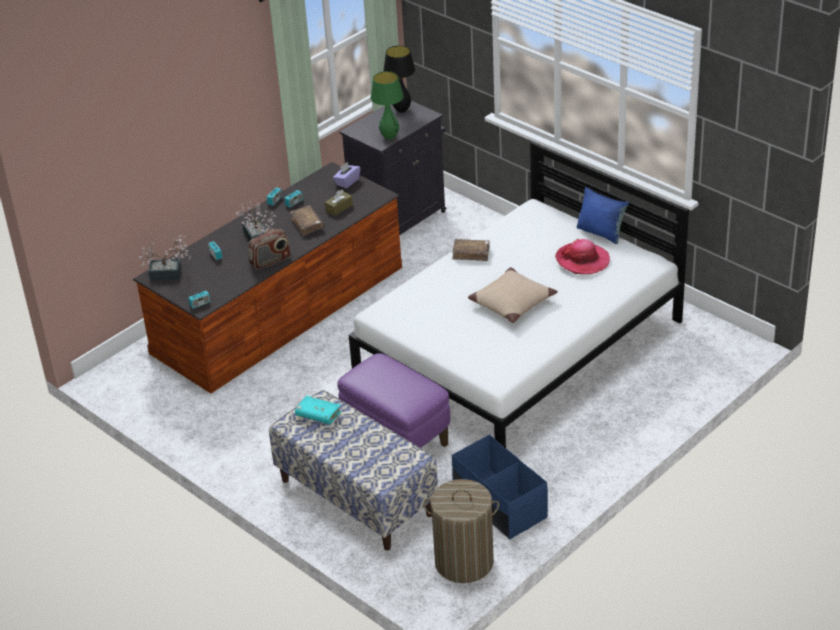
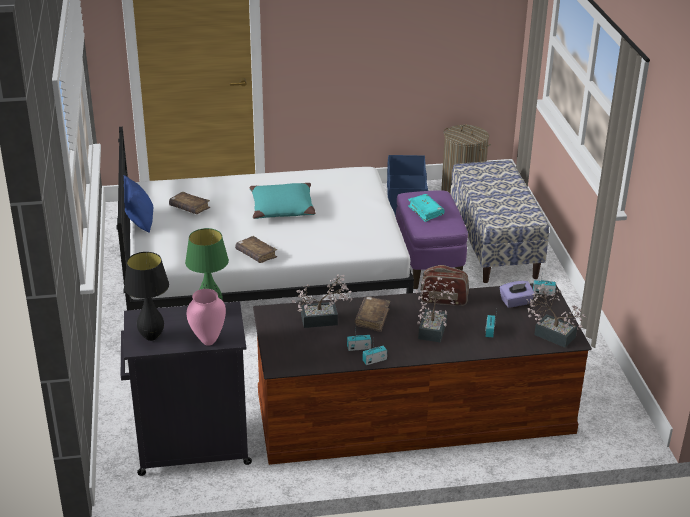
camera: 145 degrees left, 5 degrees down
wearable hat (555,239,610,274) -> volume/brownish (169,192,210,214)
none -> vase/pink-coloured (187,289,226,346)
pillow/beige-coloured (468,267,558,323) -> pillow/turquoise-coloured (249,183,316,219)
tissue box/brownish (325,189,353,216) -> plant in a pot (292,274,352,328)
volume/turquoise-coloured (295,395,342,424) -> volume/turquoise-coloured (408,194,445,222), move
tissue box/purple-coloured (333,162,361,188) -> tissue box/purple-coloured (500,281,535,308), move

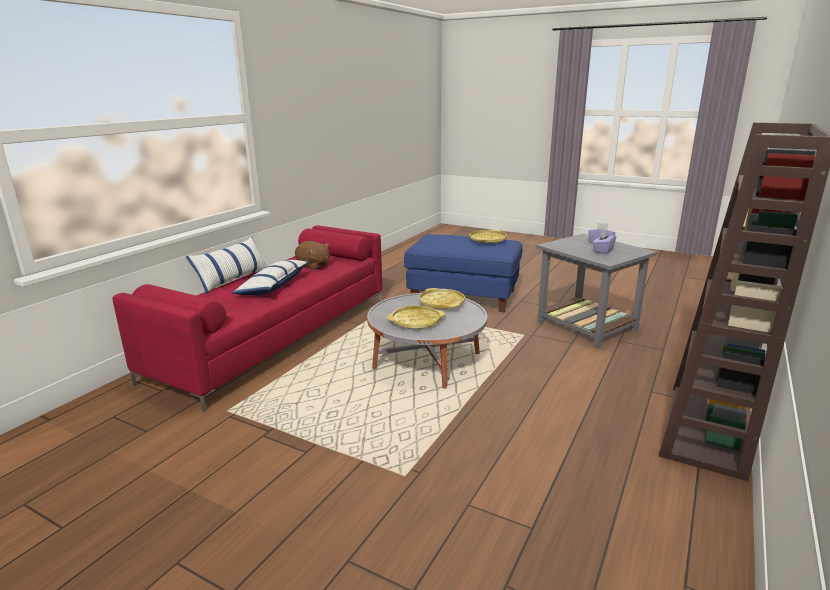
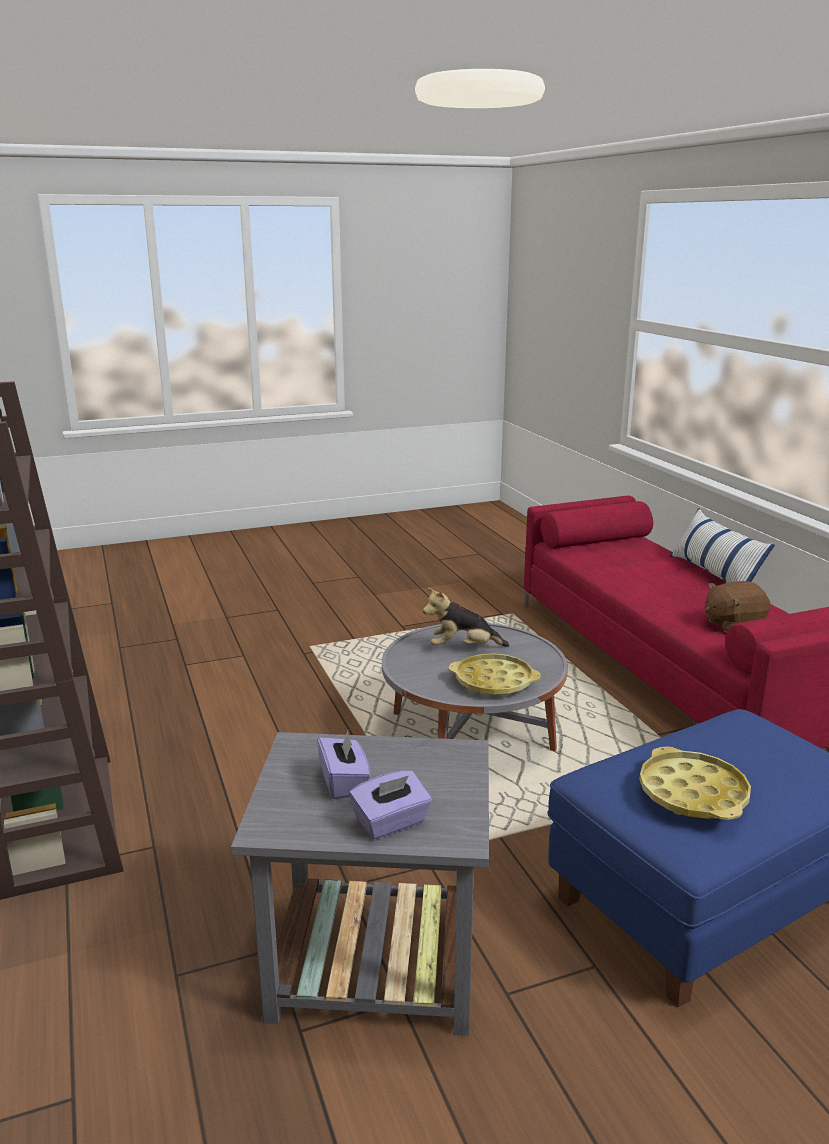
camera: 130 degrees right, 0 degrees up
carrying tray/yellowish (387,306,445,329) -> soft toy (423,588,510,647)
pillow (232,260,309,295) -> none

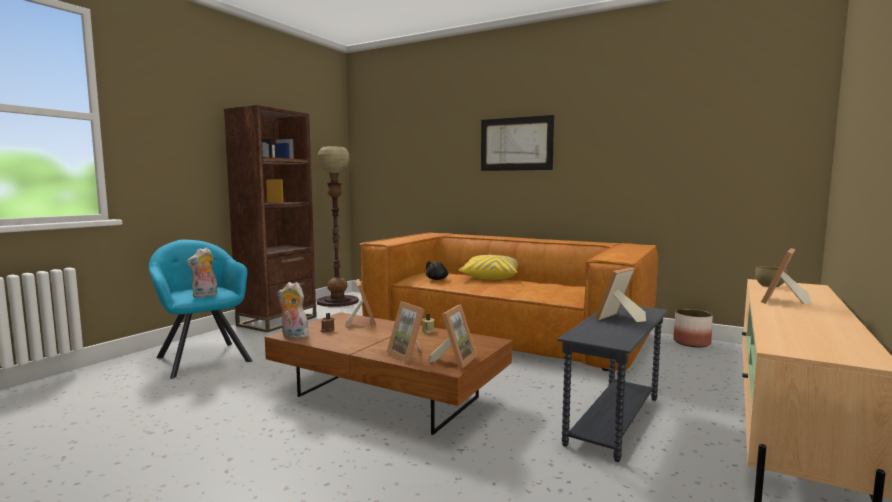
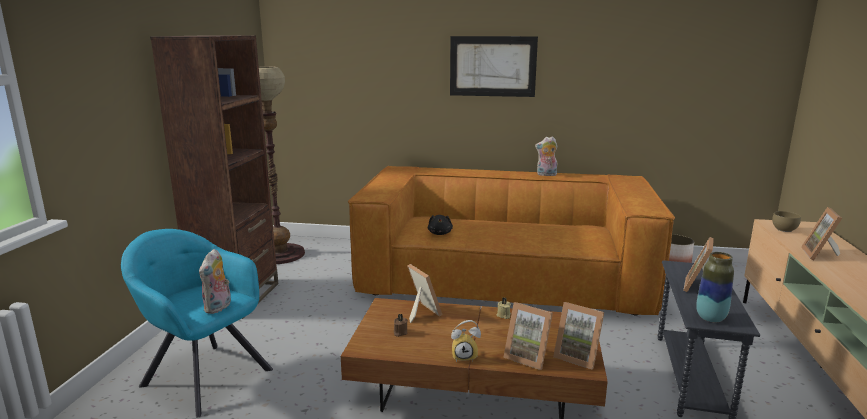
camera: 20 degrees left, 10 degrees up
none -> table clock (451,320,481,362)
soft toy (278,282,309,339) -> soft toy (535,136,558,176), move
photo frame (428,304,477,369) -> photo frame (553,302,604,370), 120 degrees clockwise
none -> vase (696,252,734,322)
pillow/yellowish (458,255,518,280) -> none

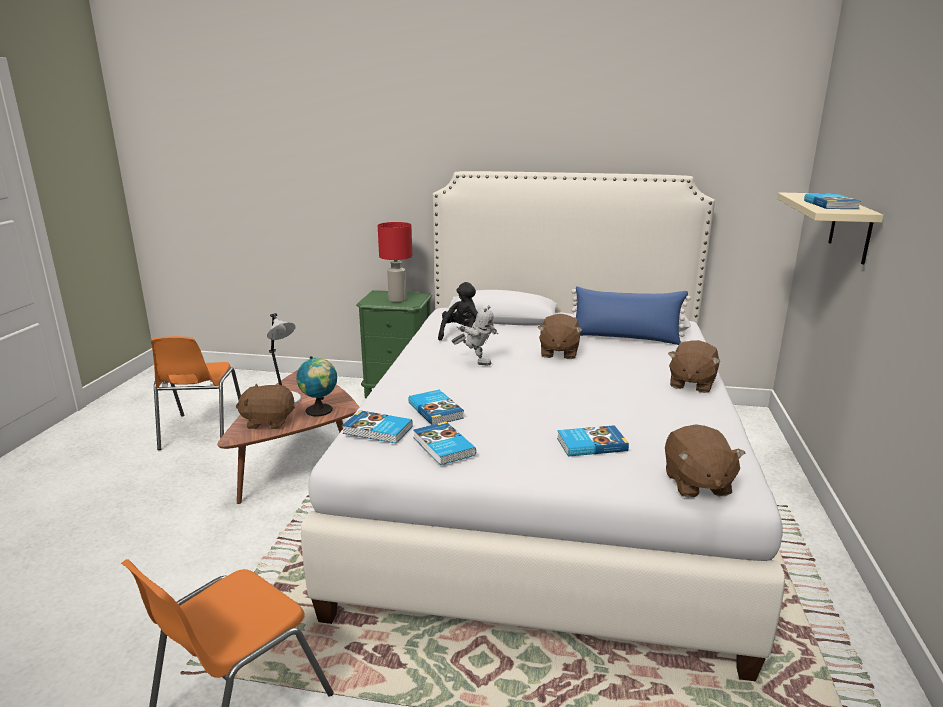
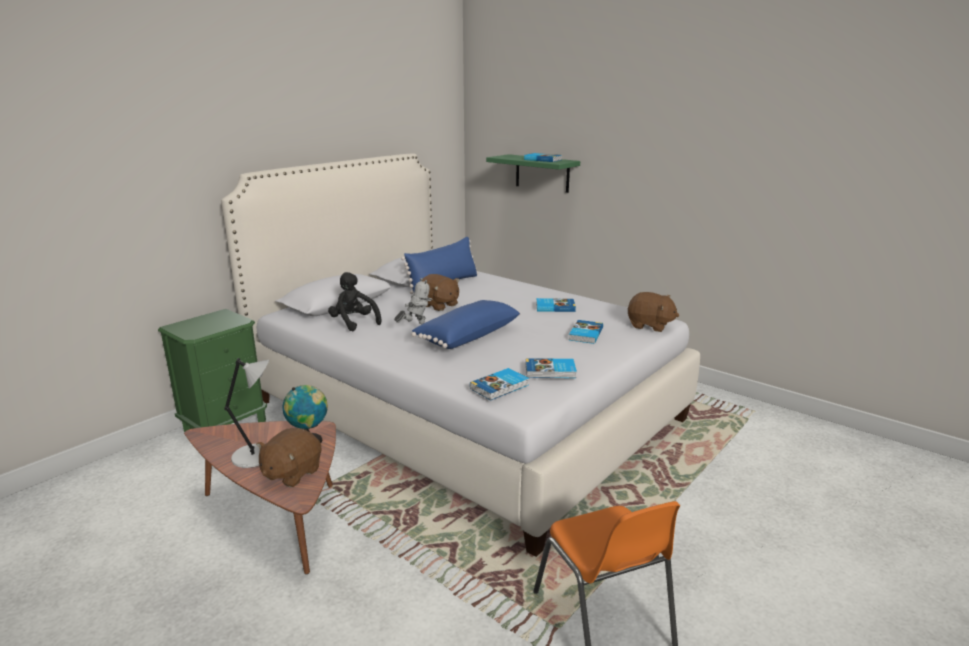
camera: 60 degrees left, 0 degrees up
none -> pillow/blue-coloured (411,300,521,349)
bracket shelf/beige-coloured (777,192,884,265) -> bracket shelf/greenish (486,154,580,193)
volume (408,390,464,425) -> volume (536,298,576,312), move
plain chair/orange (151,336,241,450) -> none
lamp for a table/red (378,222,412,303) -> none
soft toy/brownish (668,340,720,393) -> none

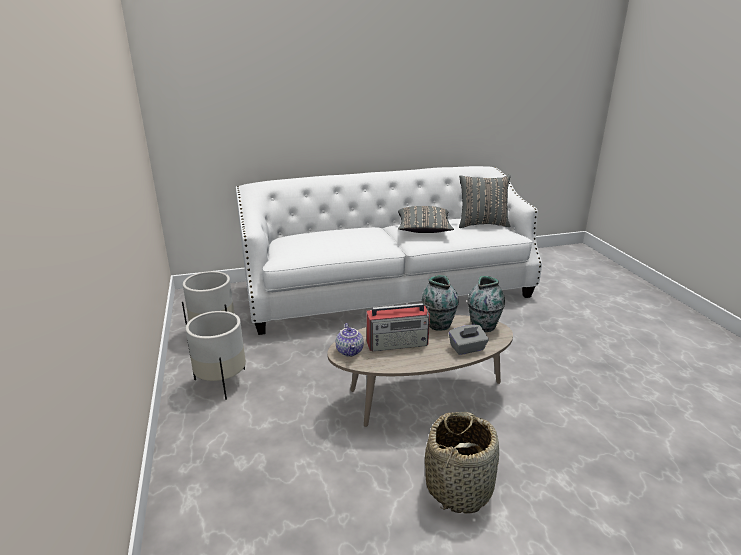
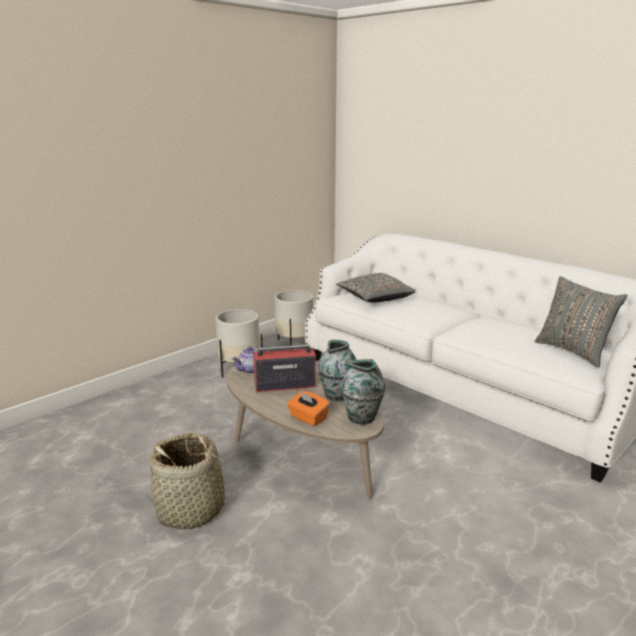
camera: 60 degrees right, 5 degrees down
radio receiver (366,303,430,352) -> radio receiver (253,342,316,392), 120 degrees clockwise
tissue box/grey (449,325,489,355) -> tissue box/orange (287,391,330,426)
pillow/grey (398,206,454,233) -> pillow/grey (336,273,415,302), move

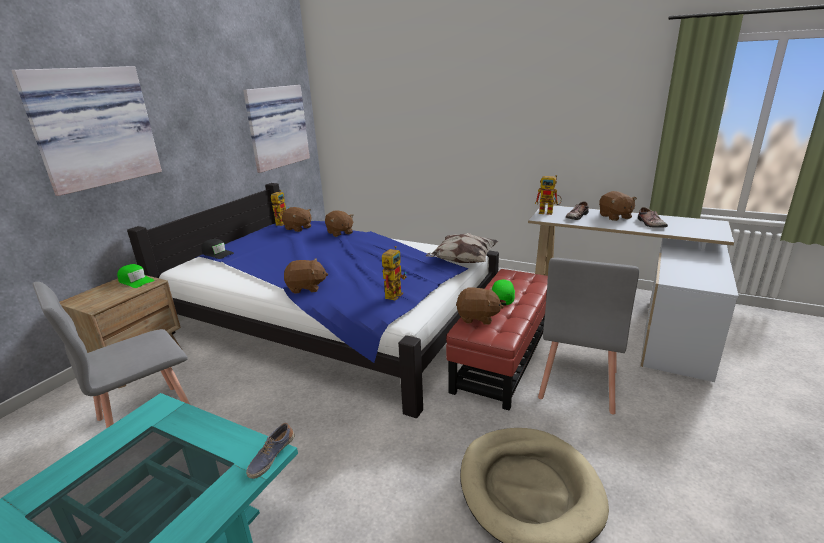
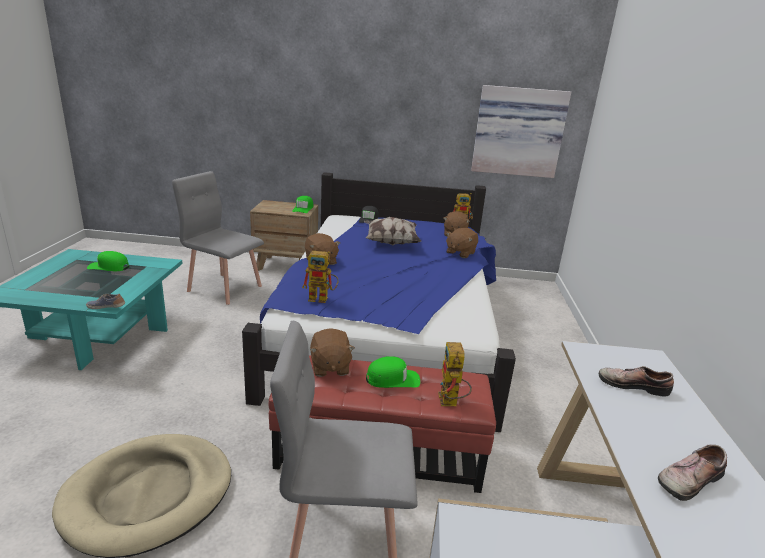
camera: 65 degrees right, 0 degrees up
none -> cap/greenish (87,251,130,271)
pillow (426,233,498,263) -> pillow (364,217,421,245), move
toy robot (535,175,562,215) -> toy robot (438,342,472,406), move
wall art (11,66,162,196) -> none
soft toy/brownish (599,191,637,221) -> none

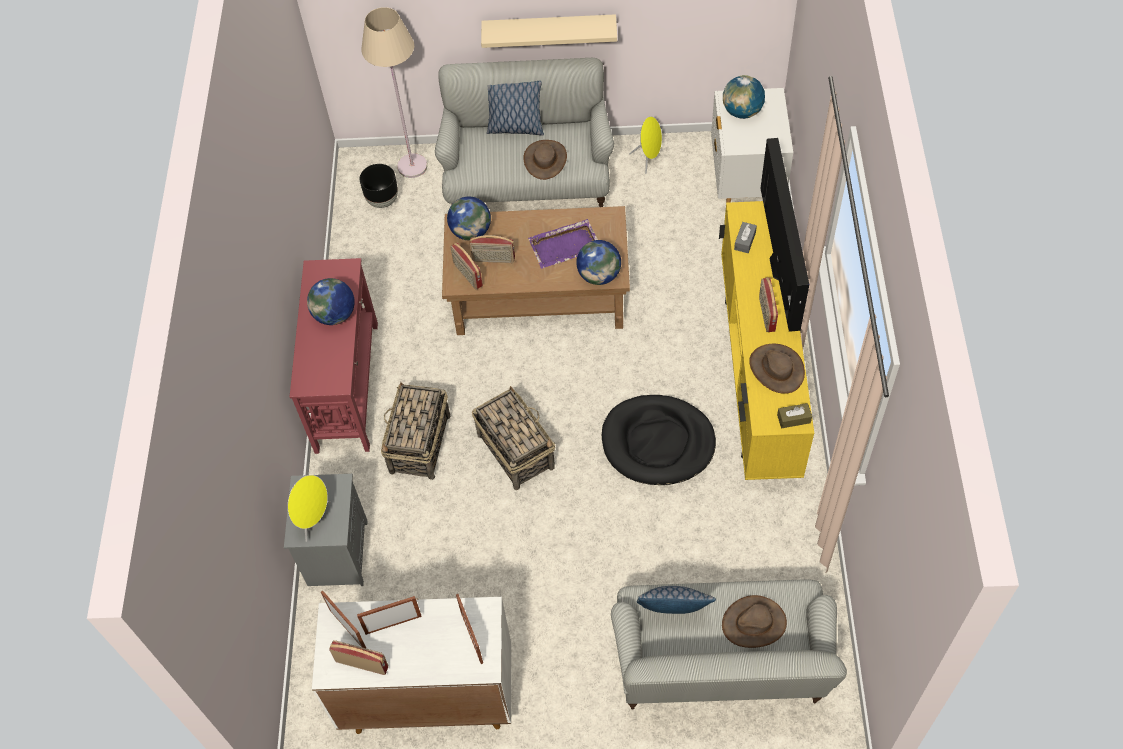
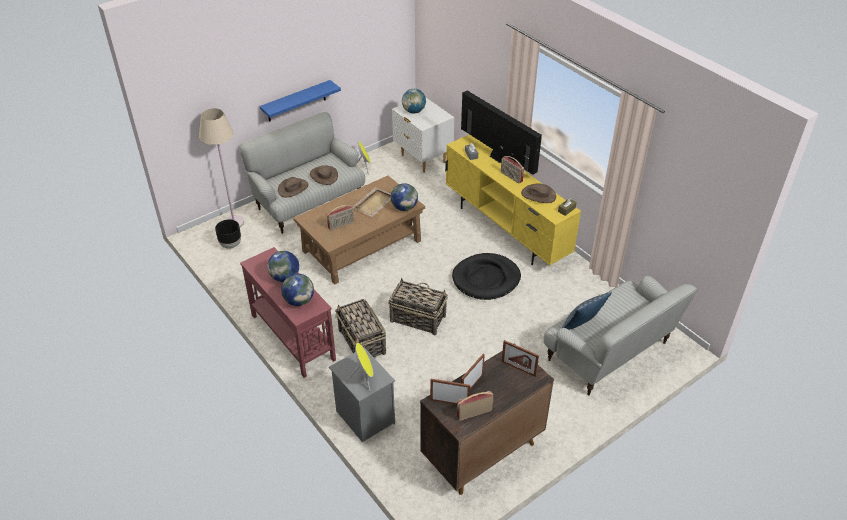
camera: 40 degrees left, 15 degrees down
bracket shelf/beige-coloured (481,14,617,48) -> bracket shelf/blue-coloured (260,80,341,122)
wearable hat/brownish (722,595,787,648) -> wearable hat/brownish (278,177,309,197), move
globe (447,197,491,240) -> globe (281,274,314,306), move
carrying tray/purple-coloured (528,219,598,269) -> carrying tray/beige-coloured (353,187,391,217)
cabinet/whitish (312,597,511,734) -> cabinet/brownish (420,351,554,495)
radio receiver (450,243,483,289) -> none
pillow (487,81,544,136) -> none

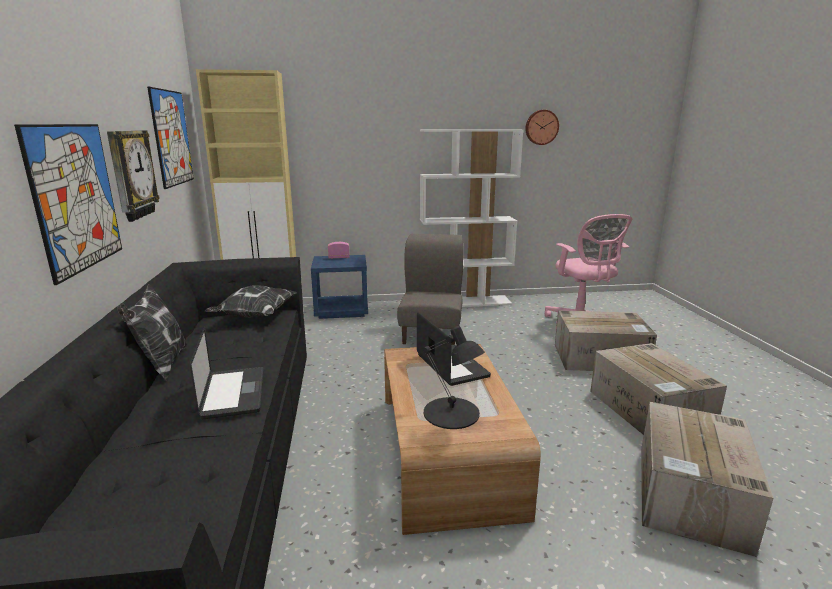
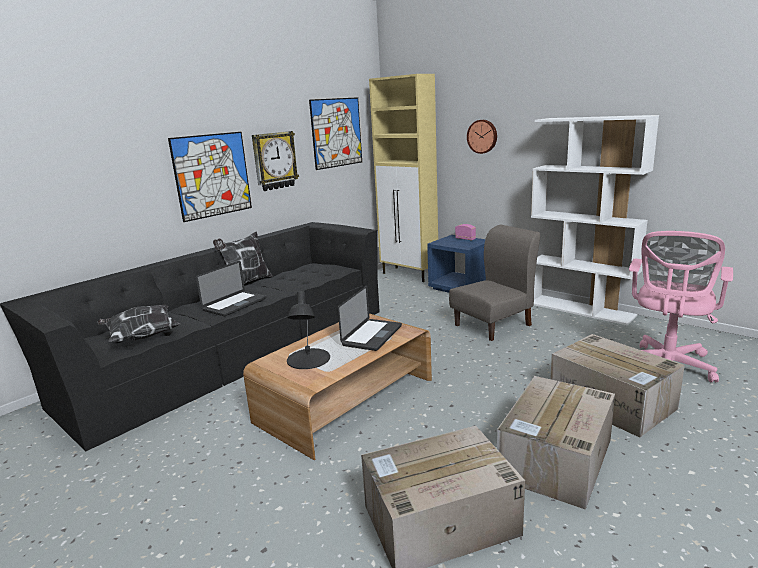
camera: 50 degrees right, 0 degrees up
pillow (204,285,297,317) -> pillow (98,305,181,342), move
wall clock (526,110,559,145) -> wall clock (467,120,497,154), move

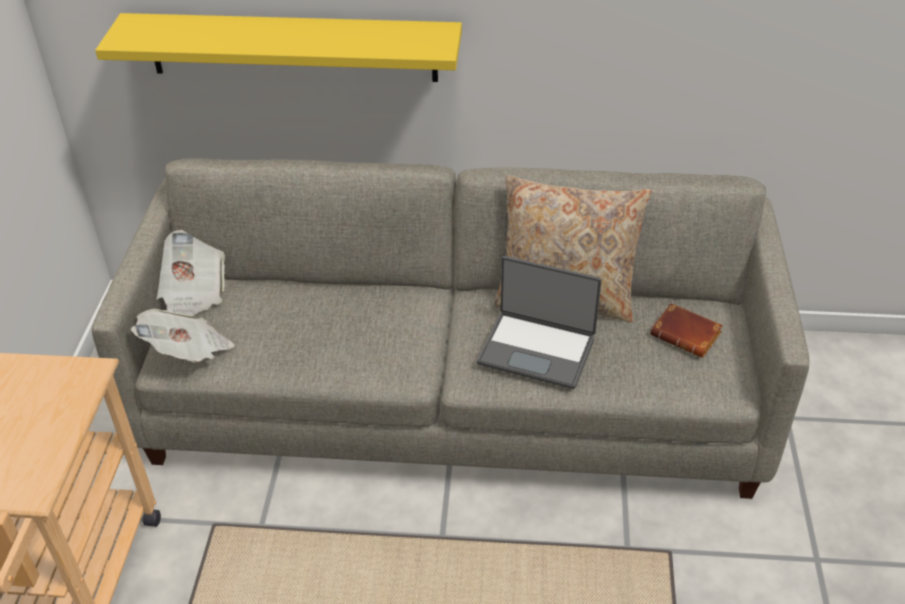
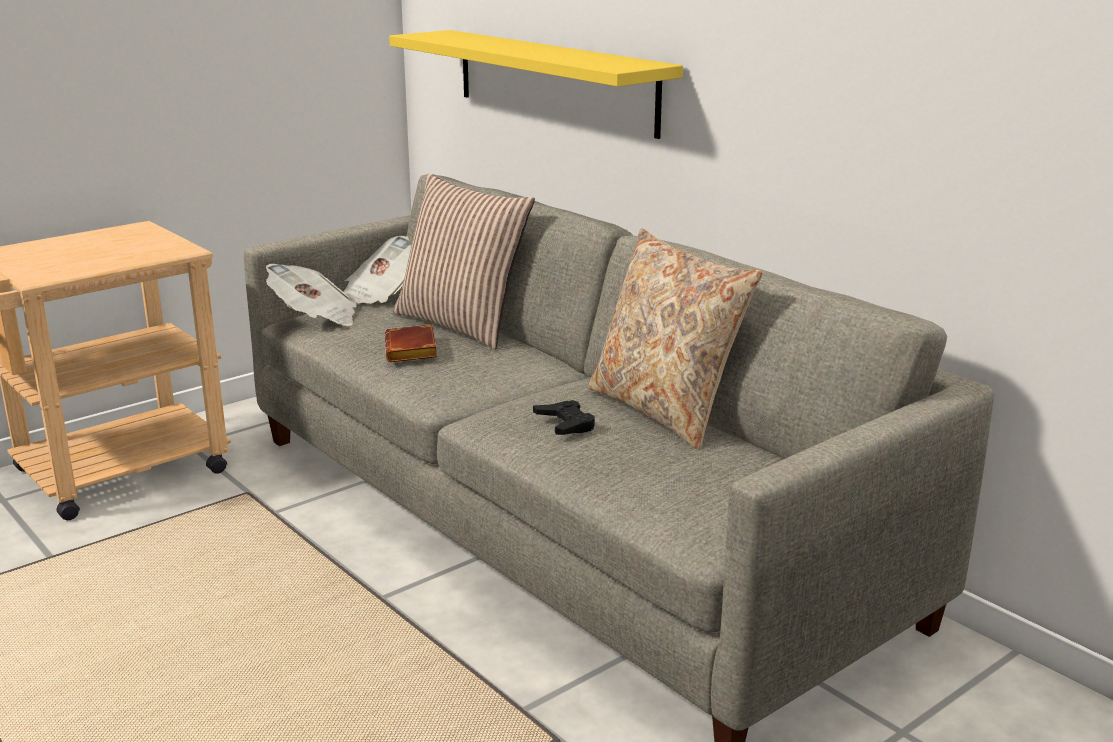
camera: 45 degrees right, 20 degrees down
volume/brownish (650,303,723,358) -> volume/brownish (385,324,437,362), move
none -> pillow (393,174,535,349)
portable computer (477,256,602,389) -> game controller/blackish (533,400,595,435)

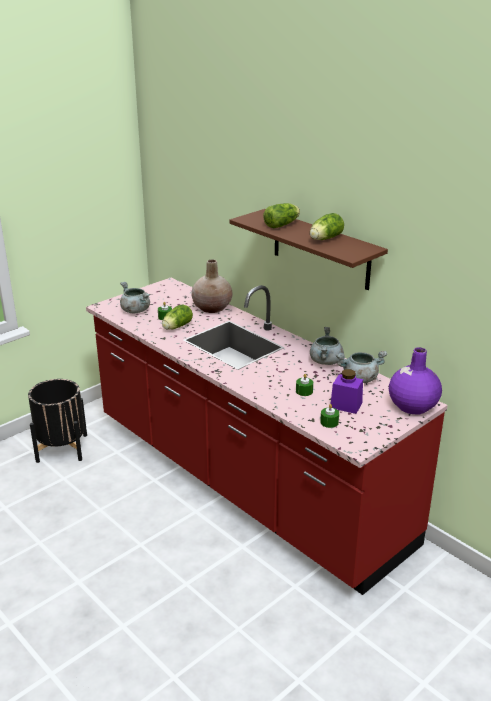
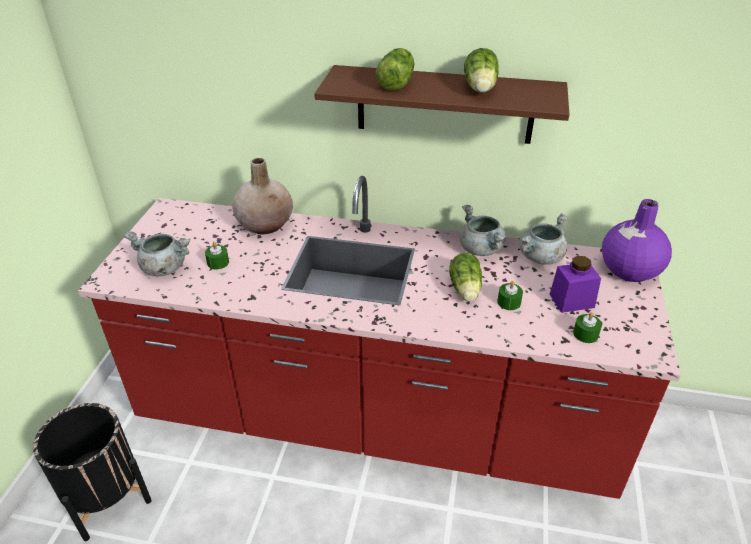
camera: 35 degrees left, 10 degrees up
lettuce (162,305,193,330) -> lettuce (449,253,482,301), move

